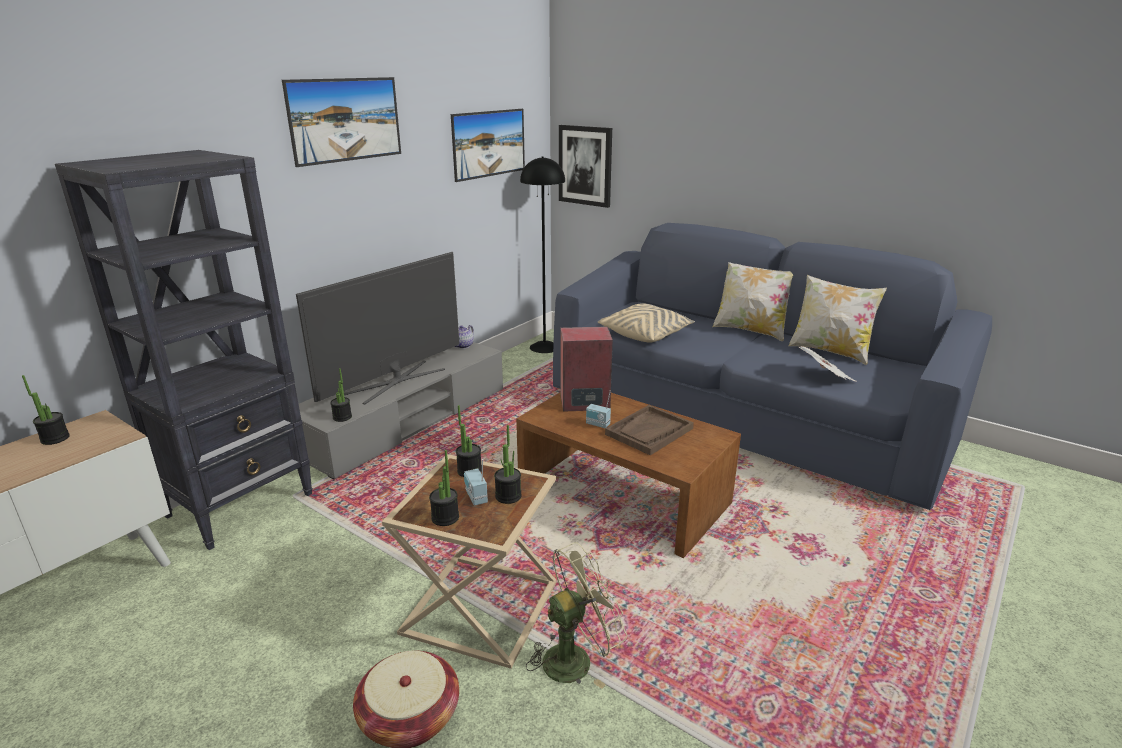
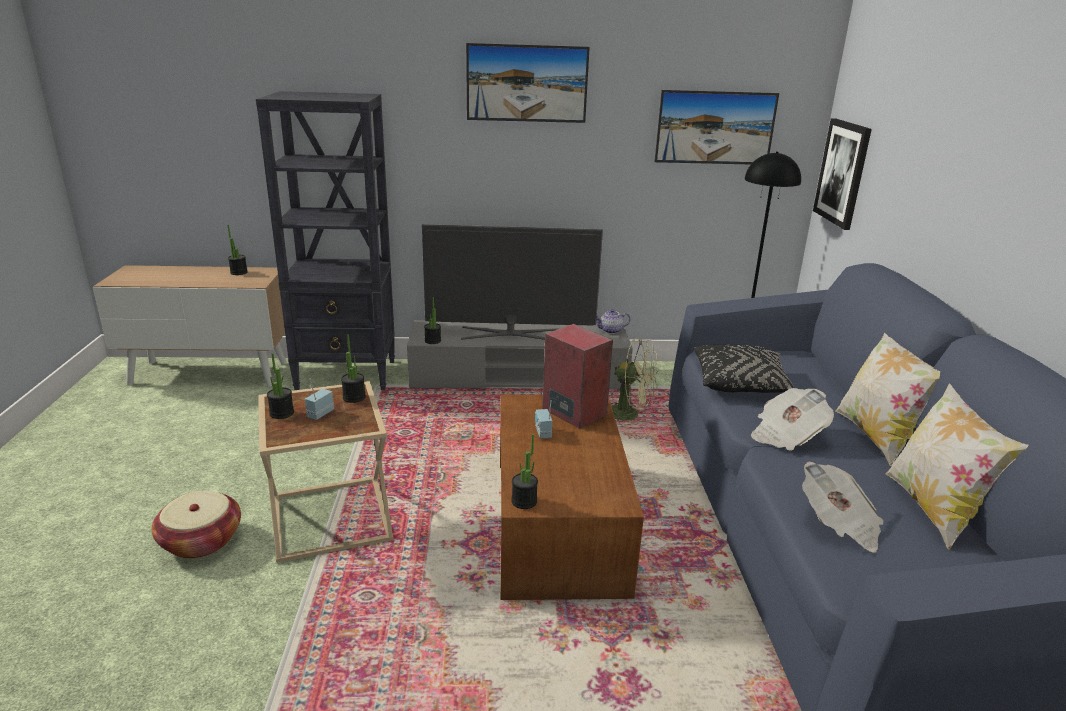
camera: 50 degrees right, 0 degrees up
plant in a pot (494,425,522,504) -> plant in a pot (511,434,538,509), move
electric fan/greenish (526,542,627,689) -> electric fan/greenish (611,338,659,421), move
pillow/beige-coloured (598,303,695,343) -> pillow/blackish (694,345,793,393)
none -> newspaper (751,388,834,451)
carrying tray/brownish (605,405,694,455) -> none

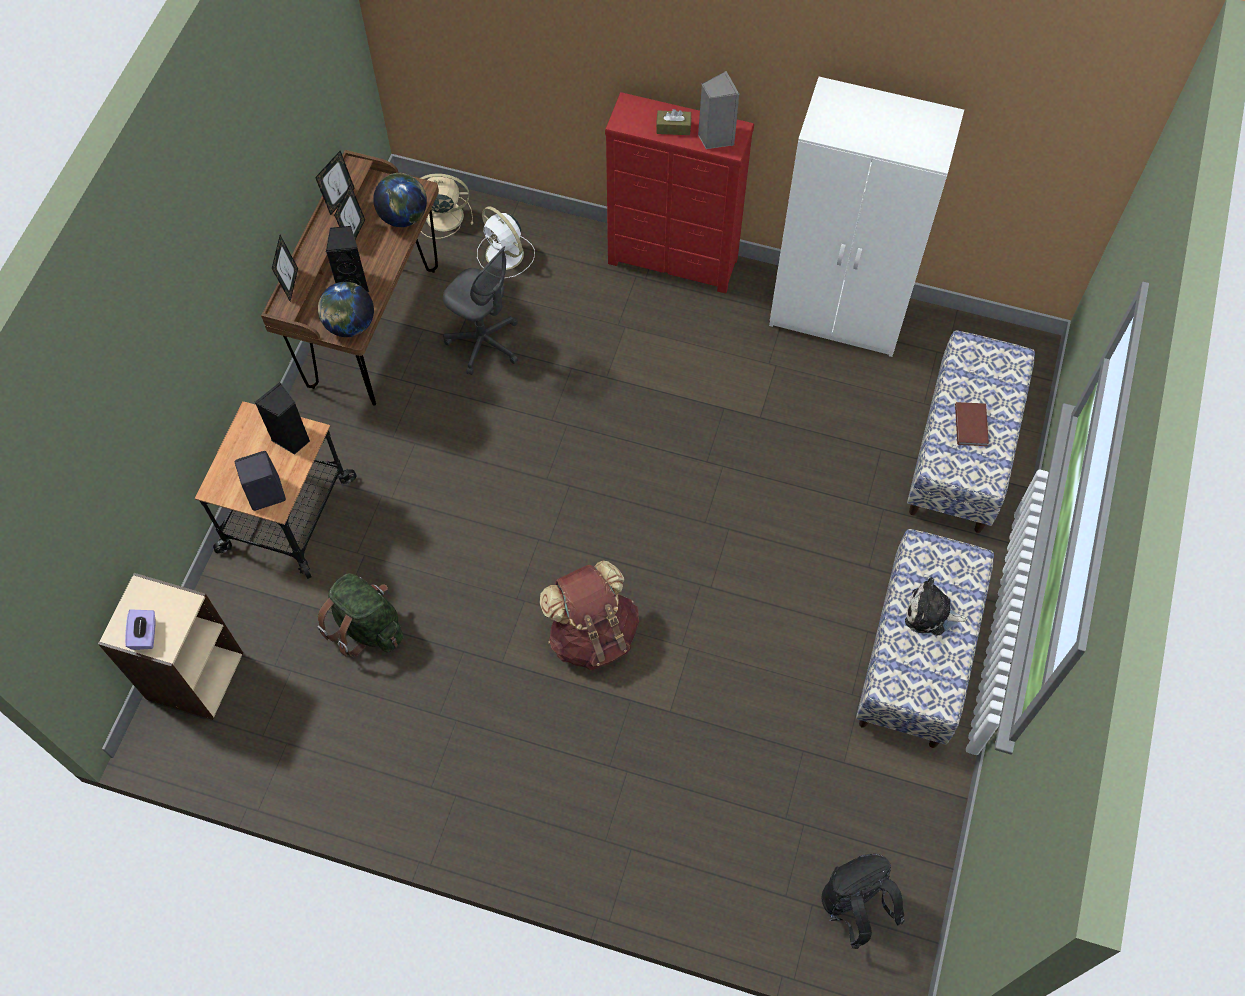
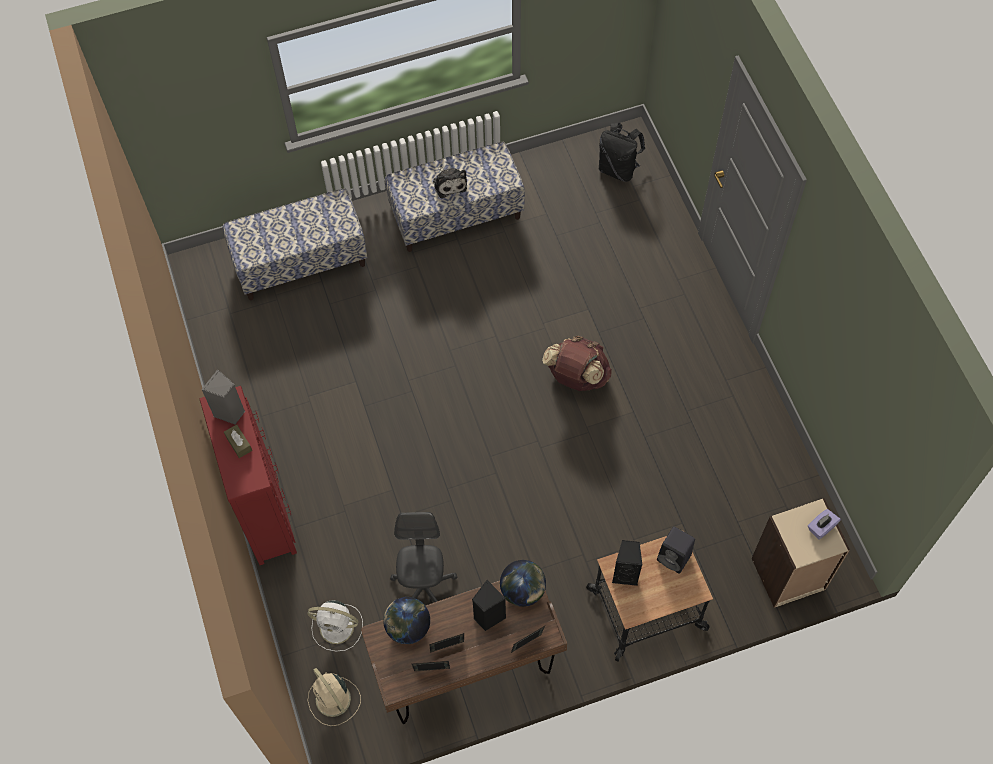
camera: 125 degrees left, 0 degrees up
electric fan/whitish (477,206,535,278) -> electric fan/whitish (308,600,363,651), 90 degrees clockwise
rucksack/greenish (317,573,403,657) -> none
armoire/whitish (769,77,964,357) -> none
volume/brownish (955,402,989,446) -> none

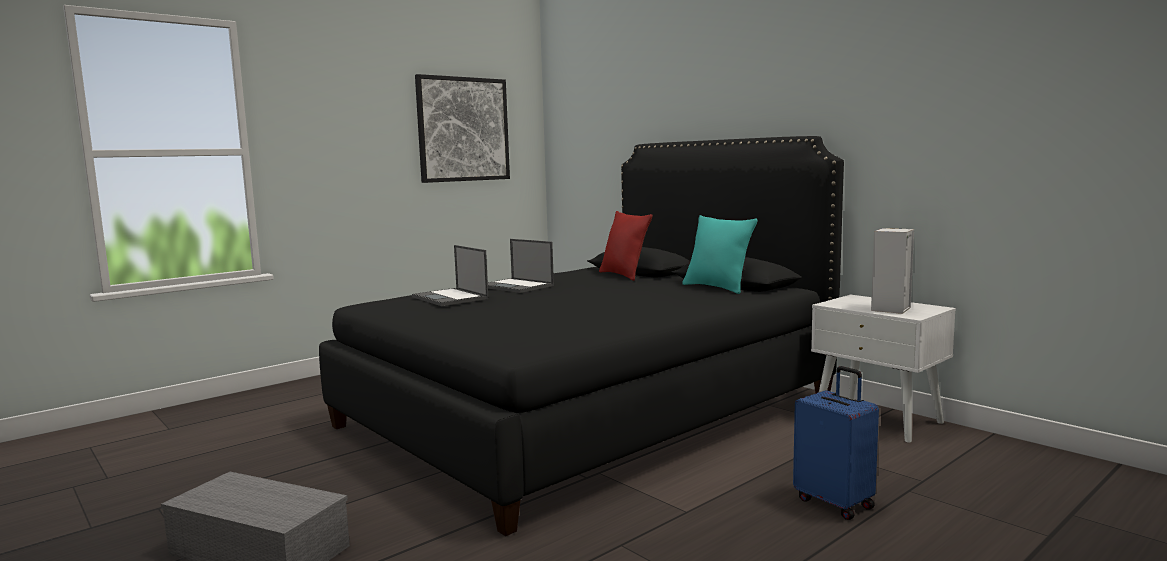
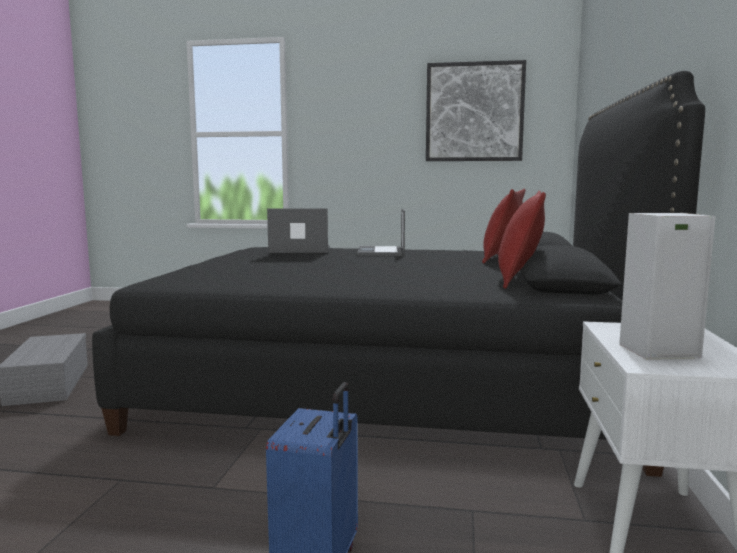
camera: 50 degrees right, 0 degrees up
portable computer (412,245,488,306) -> portable computer (267,208,330,253), 75 degrees clockwise
pillow/turquoise-coloured (682,215,758,294) -> pillow/red (498,191,546,289)

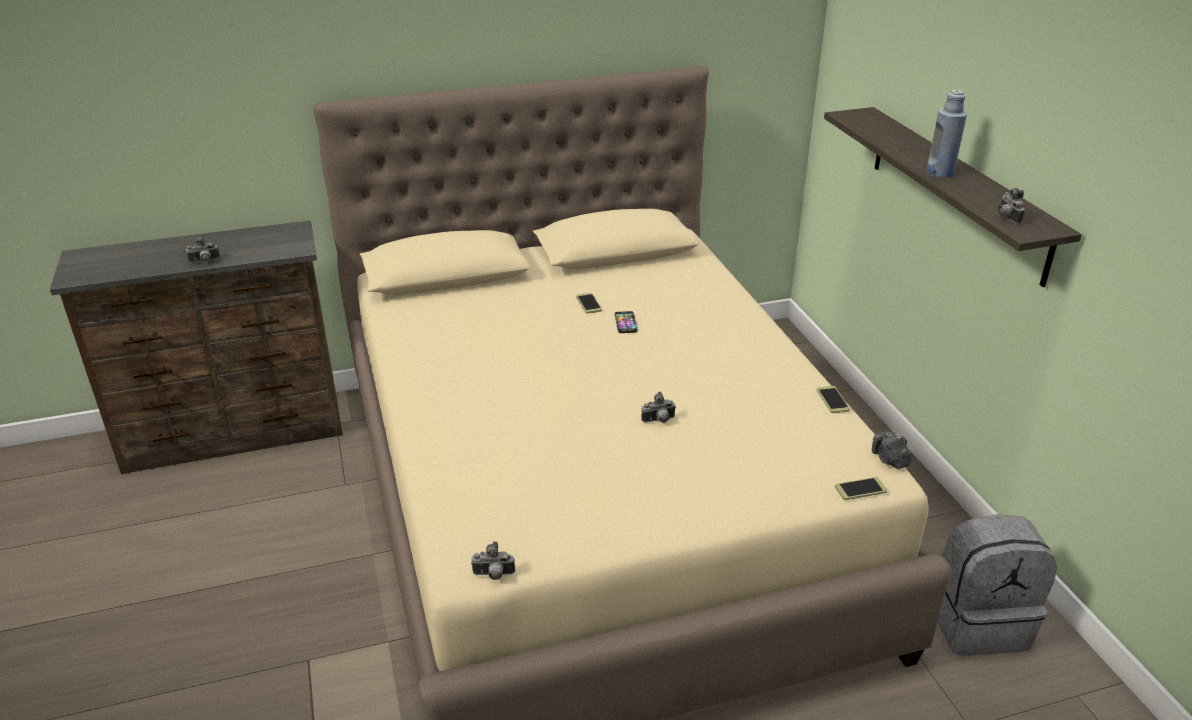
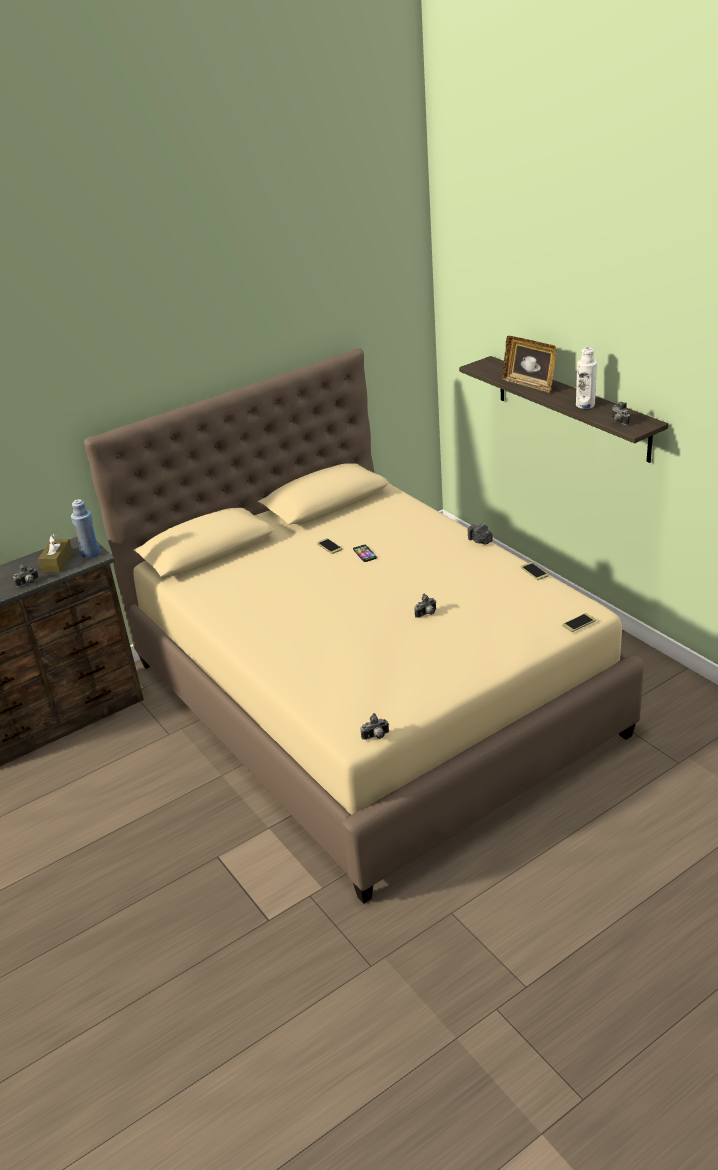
camera: 15 degrees left, 0 degrees up
none -> tissue box/brownish (38,534,73,573)
beverage bottle/blue-coloured (926,90,967,178) -> beverage bottle/blue-coloured (71,499,100,559), move
still camera (872,430,912,469) -> still camera (467,523,493,544), move
none -> photo frame (502,336,556,393)
none -> beverage bottle/whitish (576,347,597,409)
rucksack/grey (938,514,1057,656) -> none

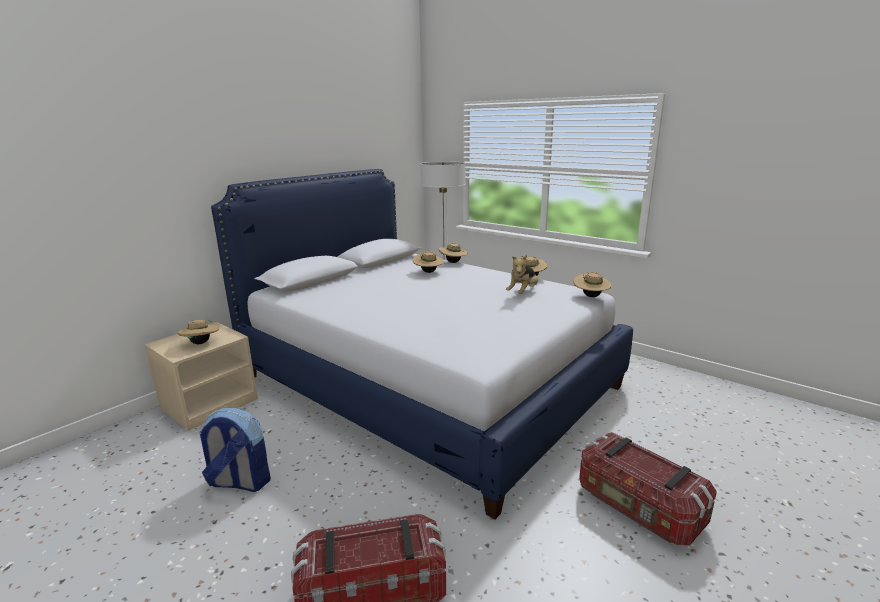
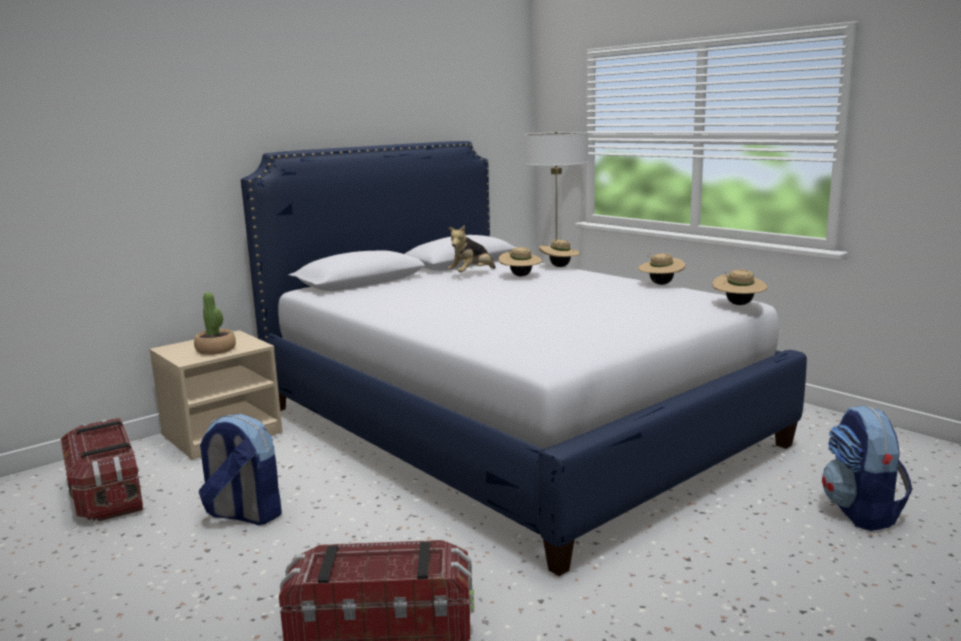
camera: 10 degrees right, 5 degrees down
storage box (579,432,717,546) -> storage box (61,418,143,521), move
wearable hat/beige-coloured (178,319,219,344) -> plant in a pot (194,292,236,355)
soft toy (506,255,538,294) -> soft toy (448,225,496,272), move
none -> rucksack (822,405,912,531)

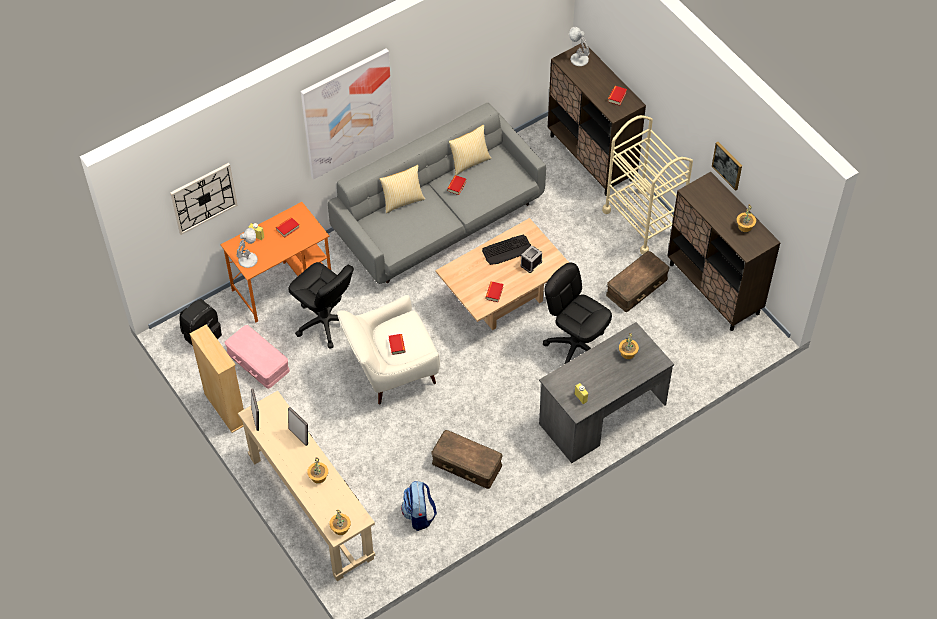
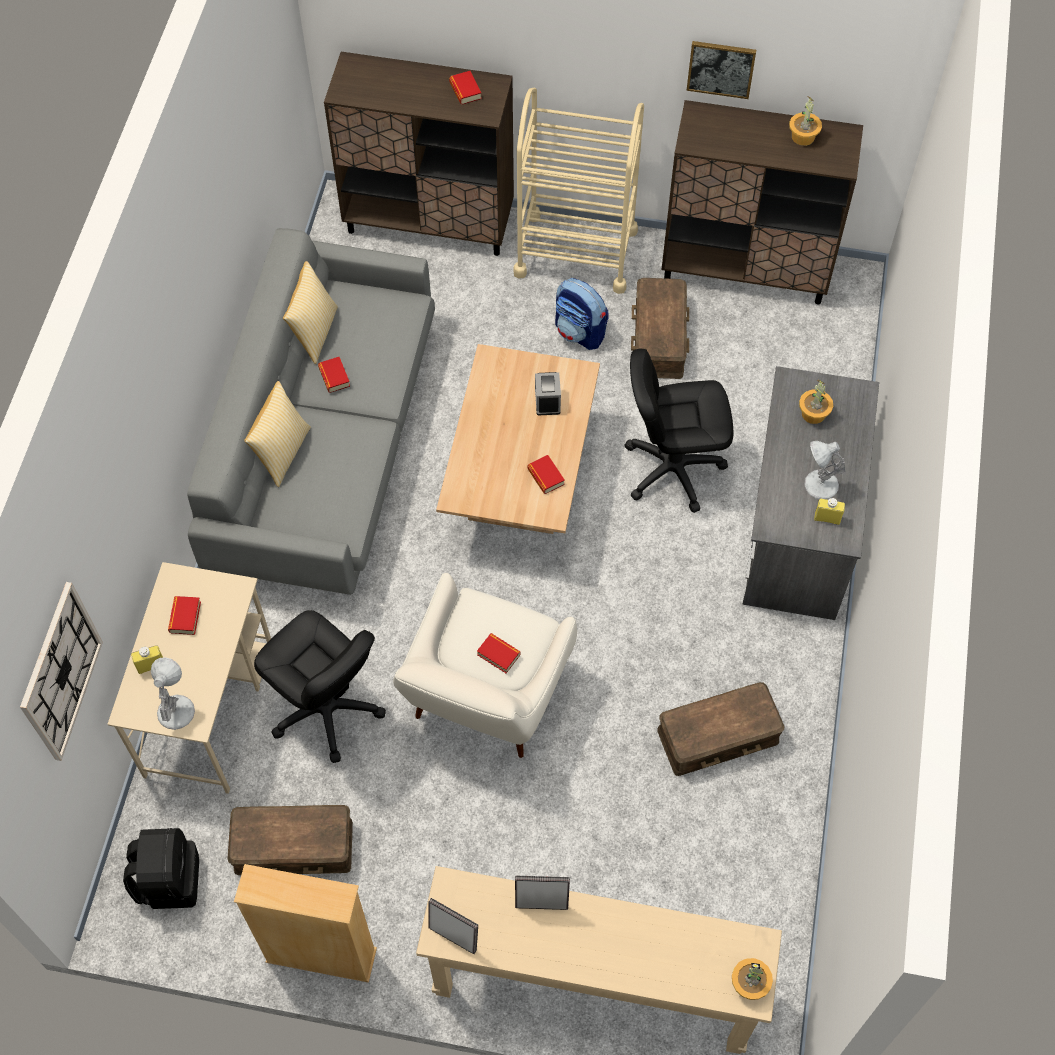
camera: 45 degrees left, 5 degrees up
desk unit/orange (220,202,331,322) -> desk unit/beige-coloured (108,562,271,794)
storage box/pink-coloured (225,325,290,389) -> storage box/brownish (228,805,353,875)
computer chair/blackish (288,262,354,349) -> computer chair/blackish (254,610,386,763), 45 degrees clockwise
rucksack (401,481,437,531) -> rucksack (555,278,609,350), move
lamp for a table/whitish (569,27,590,66) -> lamp for a table/whitish (804,441,845,499), move
wall art (301,48,394,179) -> none
plant in a pot (307,457,328,484) -> none
keyboard (482,235,531,265) -> none

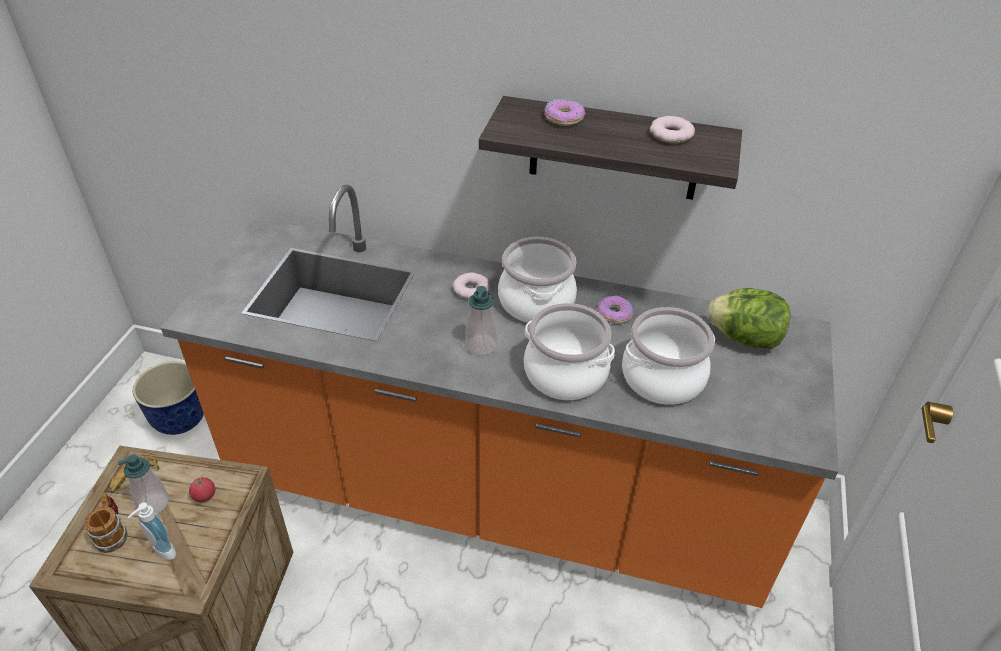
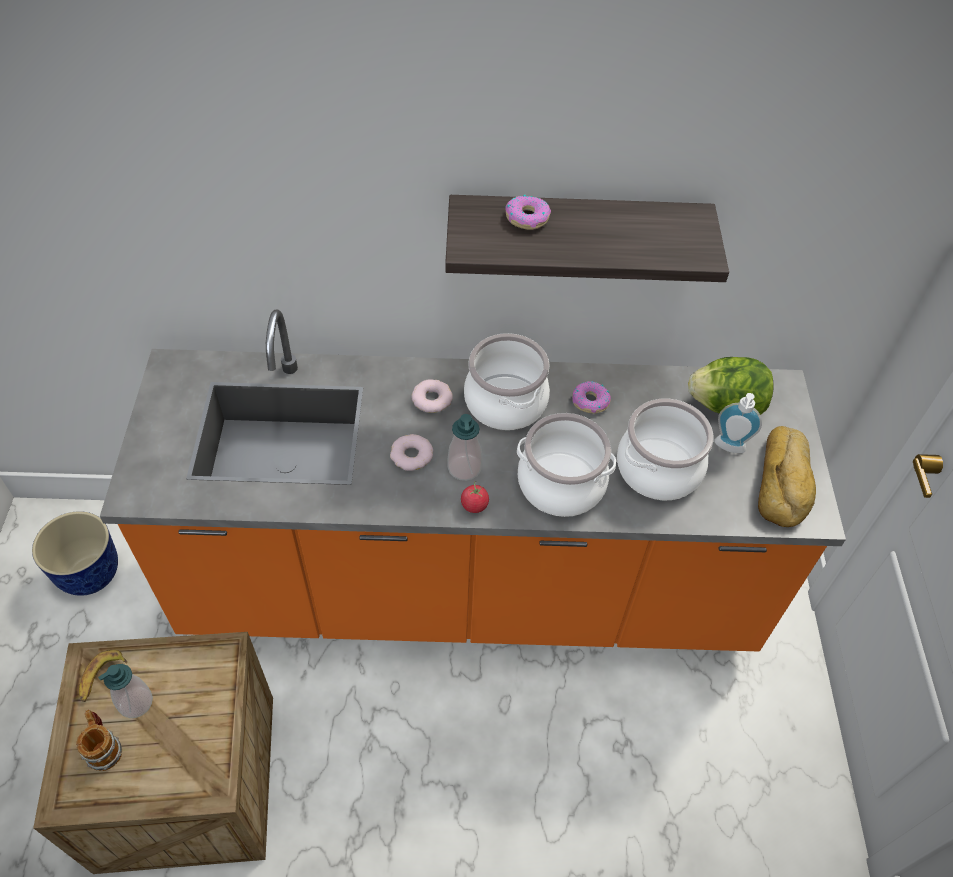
camera: 15 degrees left, 10 degrees up
doughnut (650,116,695,143) -> doughnut (390,434,433,471), move
tomato (189,474,215,502) -> tomato (461,481,489,513), move
liquid soap bottle (128,502,176,560) -> liquid soap bottle (714,393,762,453), move
none -> bakery bread (758,426,816,527)

